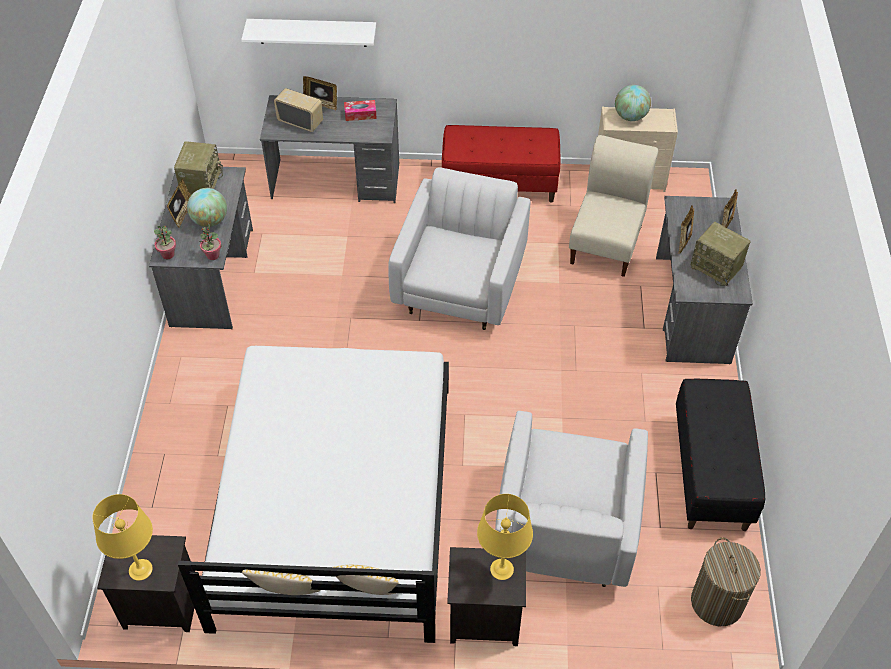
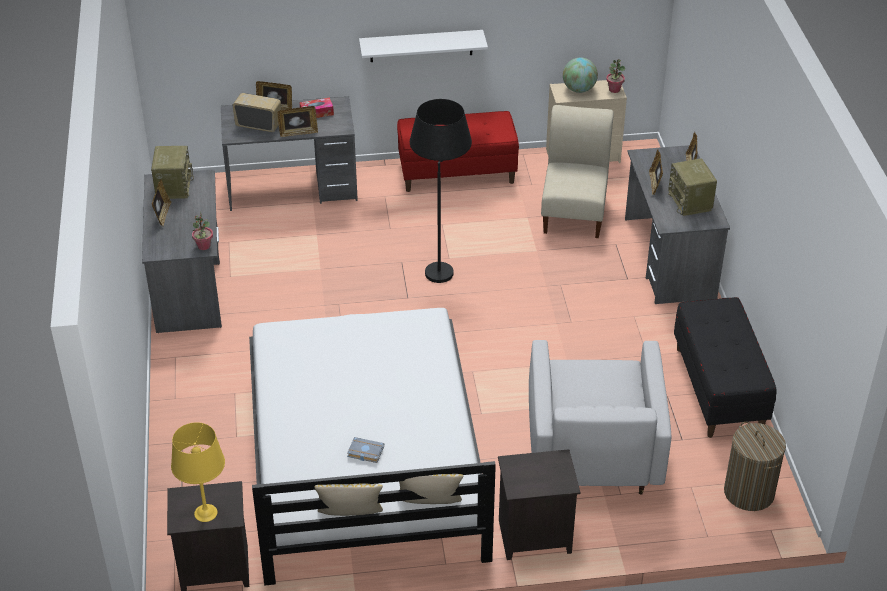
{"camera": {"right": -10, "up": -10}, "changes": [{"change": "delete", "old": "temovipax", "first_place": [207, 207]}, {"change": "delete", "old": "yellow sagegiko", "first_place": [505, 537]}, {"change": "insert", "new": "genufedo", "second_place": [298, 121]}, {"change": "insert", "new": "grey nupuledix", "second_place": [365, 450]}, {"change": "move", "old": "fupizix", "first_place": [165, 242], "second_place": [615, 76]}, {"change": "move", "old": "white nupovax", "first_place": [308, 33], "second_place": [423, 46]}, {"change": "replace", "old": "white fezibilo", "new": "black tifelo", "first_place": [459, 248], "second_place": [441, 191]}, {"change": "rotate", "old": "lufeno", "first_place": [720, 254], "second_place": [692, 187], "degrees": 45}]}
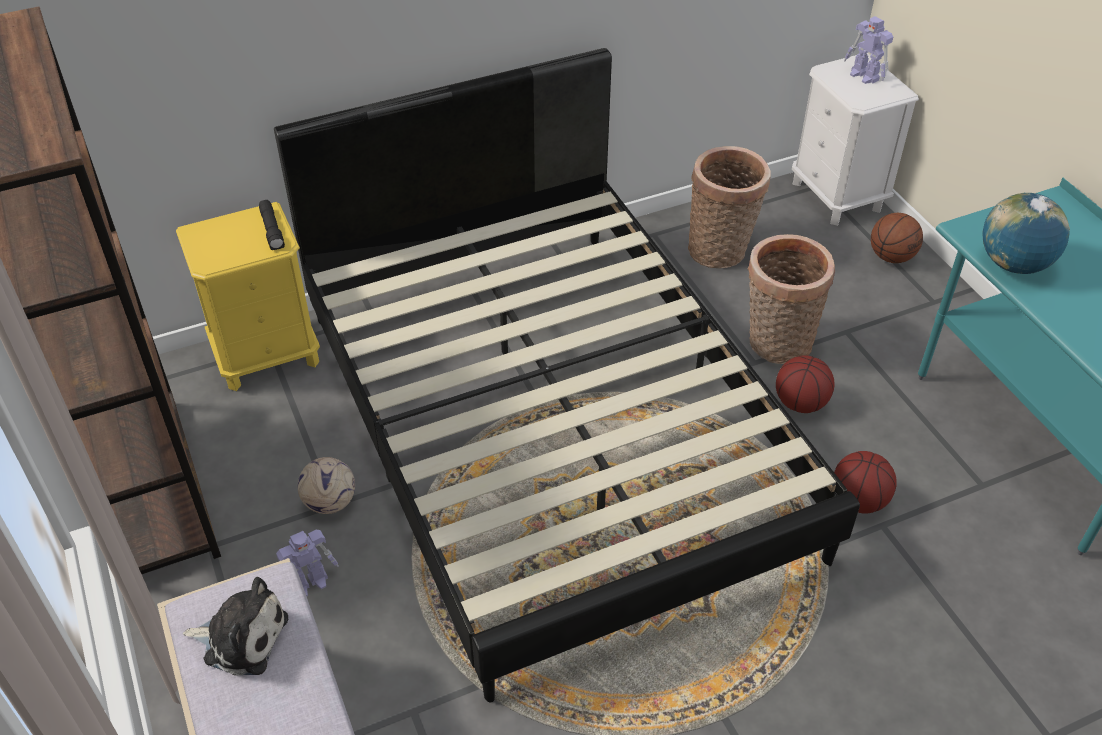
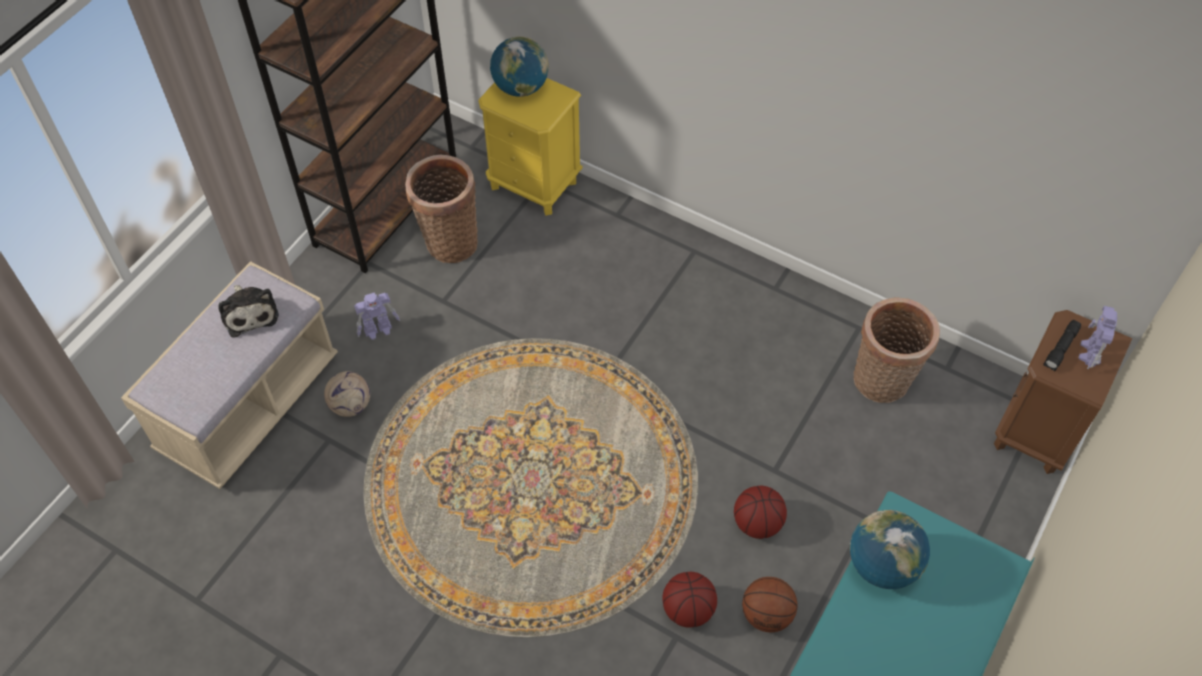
{"camera": {"right": 55, "up": 10}, "changes": [{"change": "delete", "old": "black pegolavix", "first_place": [567, 375]}, {"change": "insert", "new": "temovipax", "second_place": [519, 66]}, {"change": "move", "old": "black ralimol", "first_place": [272, 225], "second_place": [1062, 345]}, {"change": "move", "old": "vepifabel", "first_place": [326, 485], "second_place": [347, 394]}, {"change": "move", "old": "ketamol", "first_place": [791, 299], "second_place": [441, 209]}, {"change": "move", "old": "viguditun", "first_place": [897, 238], "second_place": [770, 604]}, {"change": "recolor", "old": "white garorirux", "new": "brown garorirux", "first_place": [855, 139], "second_place": [1063, 392]}, {"change": "rotate", "old": "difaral", "first_place": [307, 563], "second_place": [377, 316], "degrees": -45}]}
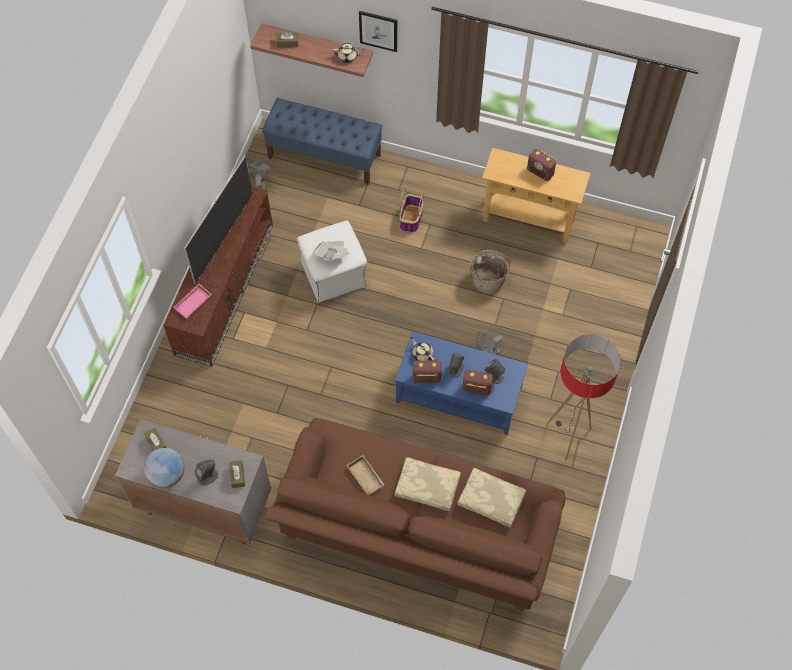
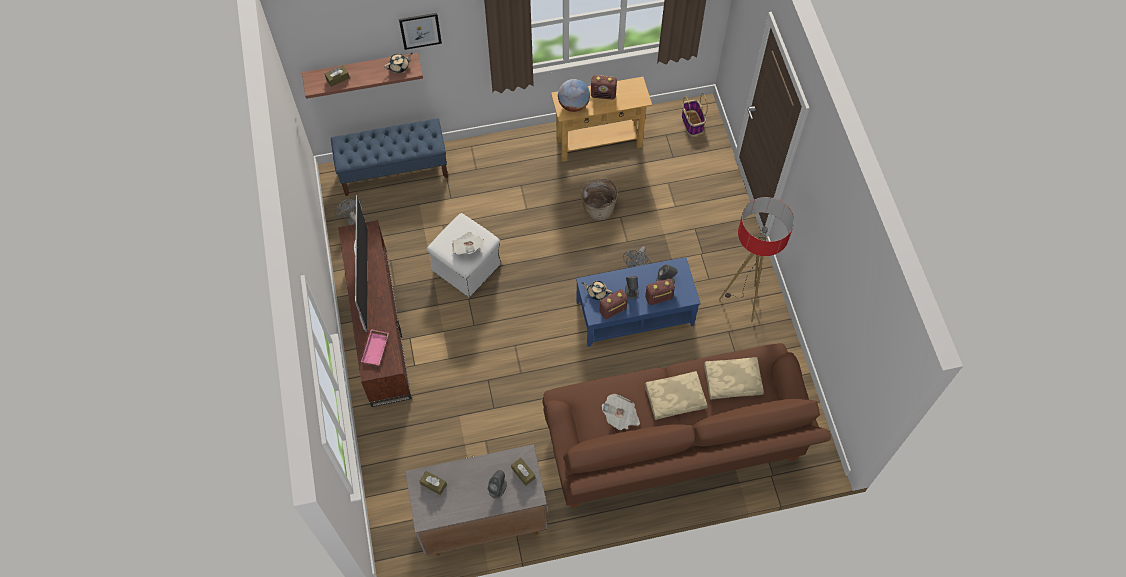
{"camera": {"right": -30, "up": 0}, "changes": [{"change": "move", "old": "temovipax", "first_place": [164, 468], "second_place": [574, 95]}, {"change": "move", "old": "ketamol", "first_place": [411, 210], "second_place": [695, 114]}, {"change": "replace", "old": "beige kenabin", "new": "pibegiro", "first_place": [365, 475], "second_place": [621, 412]}]}
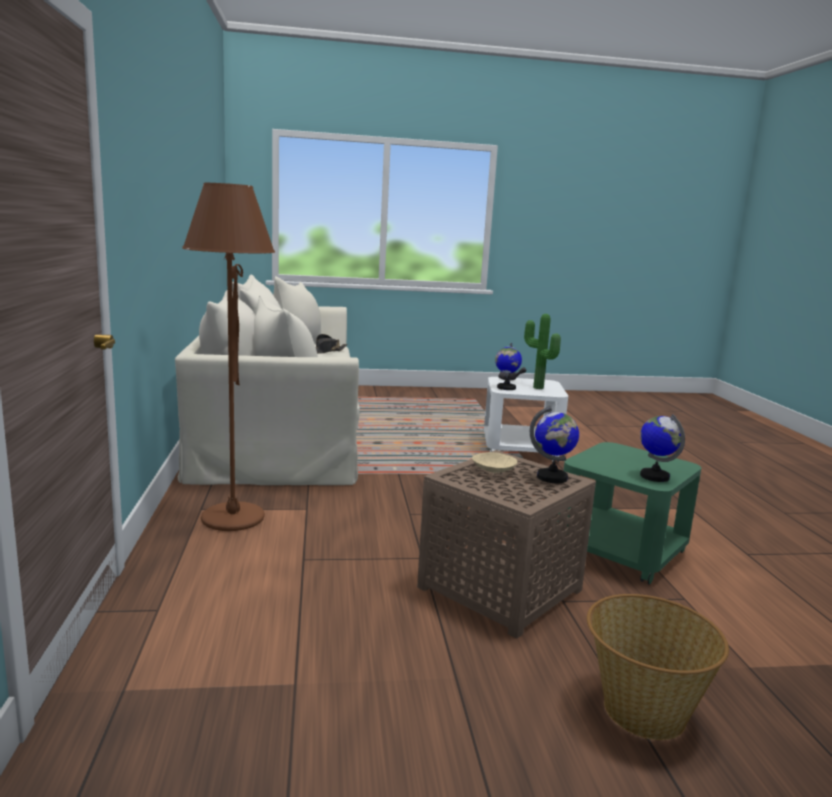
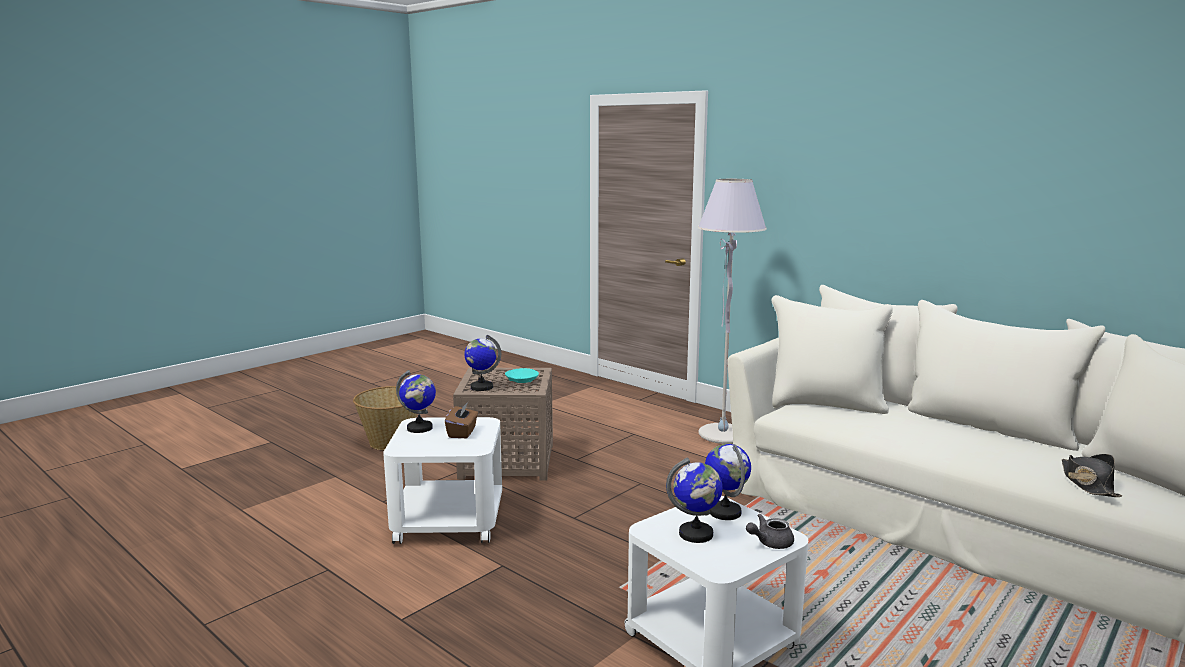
{"camera": {"right": 140, "up": 0}, "changes": [{"change": "insert", "new": "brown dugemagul", "second_place": [461, 420]}, {"change": "replace", "old": "fupizix", "new": "temovipax", "first_place": [542, 351], "second_place": [694, 500]}, {"change": "recolor", "old": "brown tifelo", "new": "grey tifelo", "first_place": [228, 357], "second_place": [732, 311]}, {"change": "recolor", "old": "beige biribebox", "new": "turquoise biribebox", "first_place": [494, 463], "second_place": [522, 375]}, {"change": "recolor", "old": "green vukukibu", "new": "white vukukibu", "first_place": [629, 513], "second_place": [442, 480]}]}
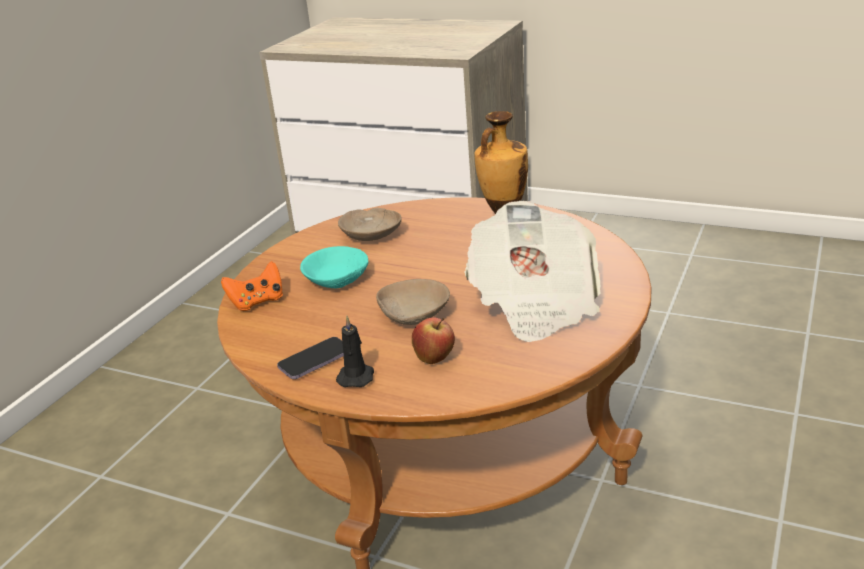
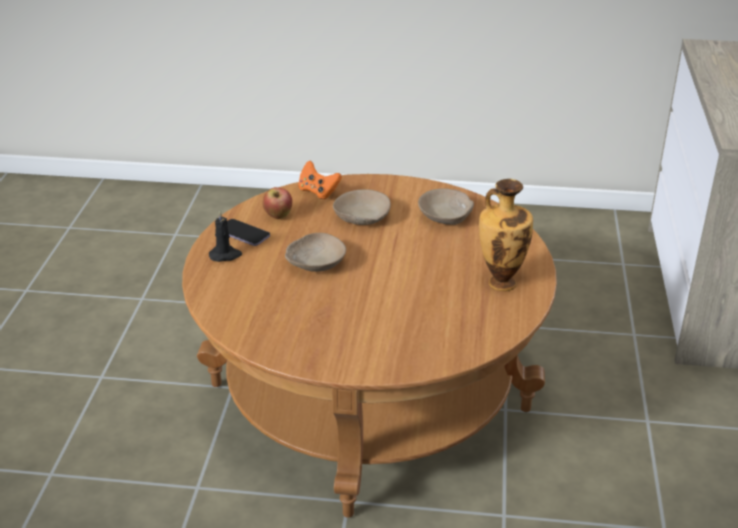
{"camera": {"right": 70, "up": 5}, "changes": [{"change": "delete", "old": "pibegiro", "first_place": [533, 271]}, {"change": "move", "old": "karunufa", "first_place": [433, 340], "second_place": [277, 203]}, {"change": "recolor", "old": "turquoise biribebox", "new": "beige biribebox", "first_place": [334, 267], "second_place": [362, 207]}]}
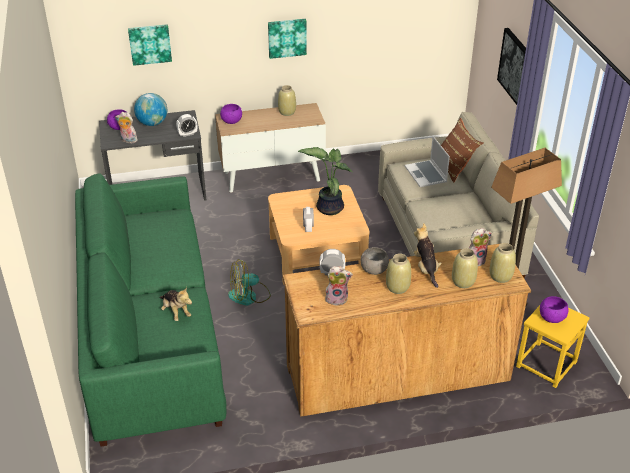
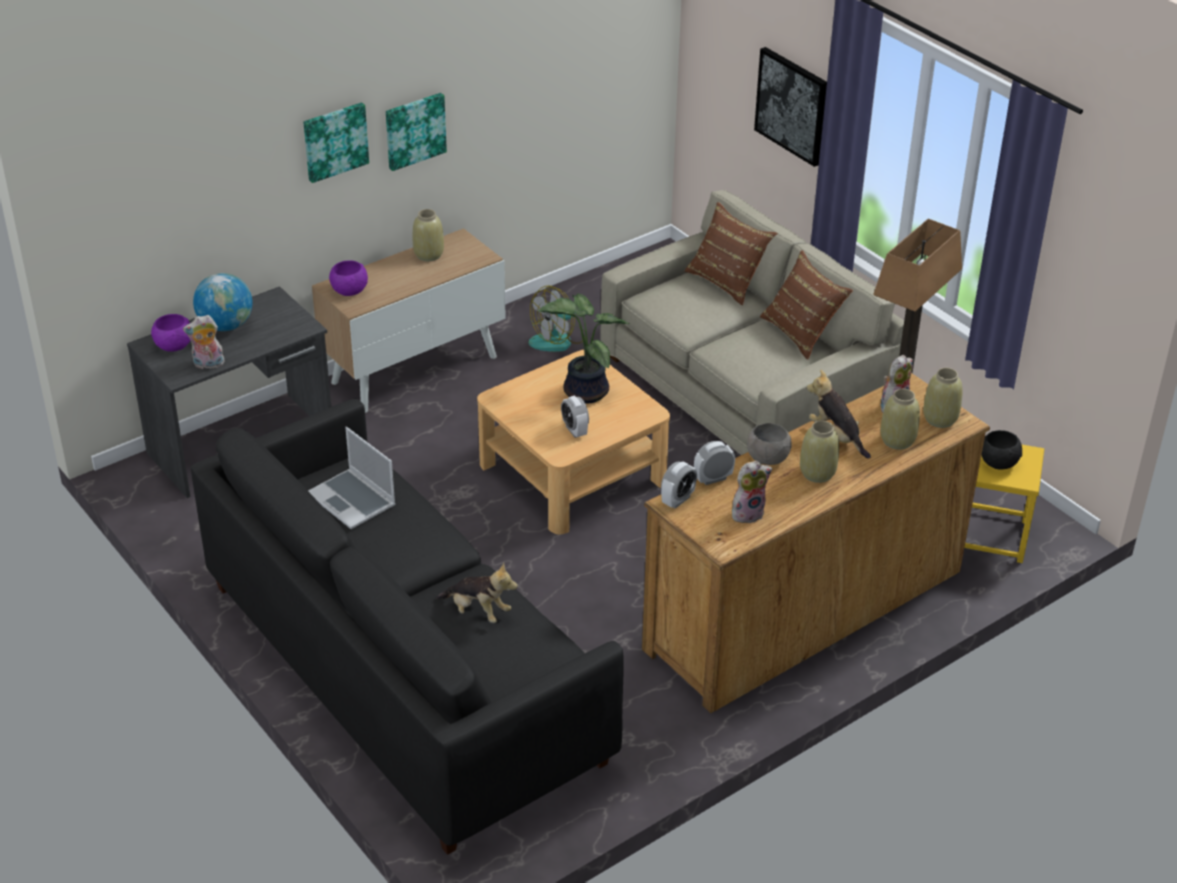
{"camera": {"right": -25, "up": 0}, "changes": [{"change": "insert", "new": "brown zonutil", "second_place": [806, 305]}, {"change": "move", "old": "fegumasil", "first_place": [150, 45], "second_place": [336, 143]}, {"change": "move", "old": "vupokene", "first_place": [186, 125], "second_place": [679, 485]}, {"change": "move", "old": "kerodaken", "first_place": [249, 282], "second_place": [557, 319]}, {"change": "move", "old": "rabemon", "first_place": [427, 161], "second_place": [352, 478]}, {"change": "recolor", "old": "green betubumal", "new": "black betubumal", "first_place": [150, 310], "second_place": [407, 627]}, {"change": "recolor", "old": "purple biribebox", "new": "black biribebox", "first_place": [554, 309], "second_place": [1002, 449]}]}
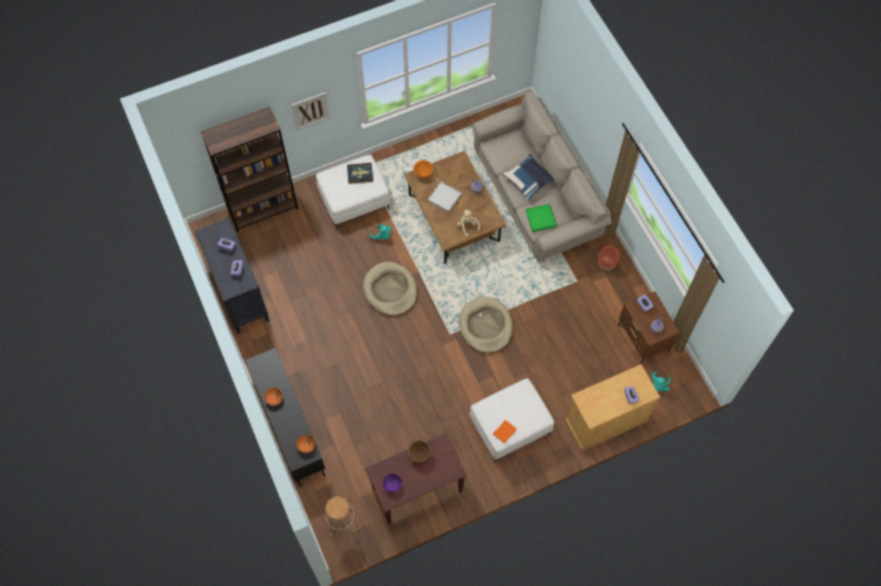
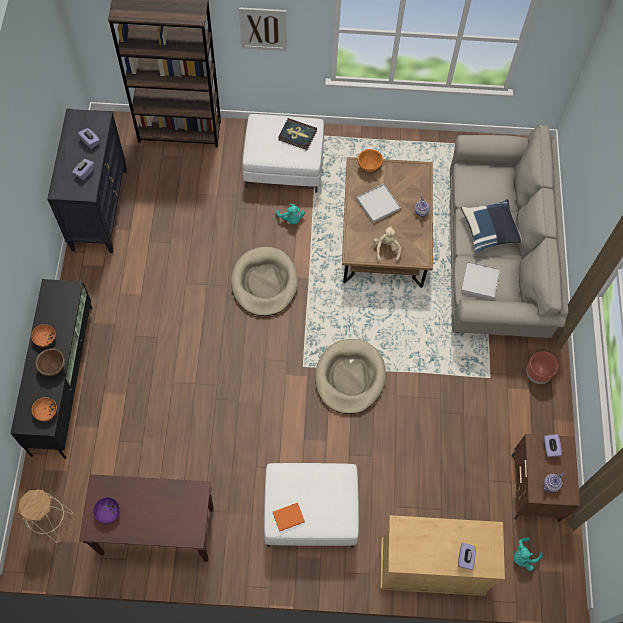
{"camera": {"right": 25, "up": 0}, "changes": [{"change": "move", "old": "brown biribebox", "first_place": [419, 451], "second_place": [50, 362]}, {"change": "recolor", "old": "green kenabin", "new": "white kenabin", "first_place": [541, 218], "second_place": [480, 280]}]}
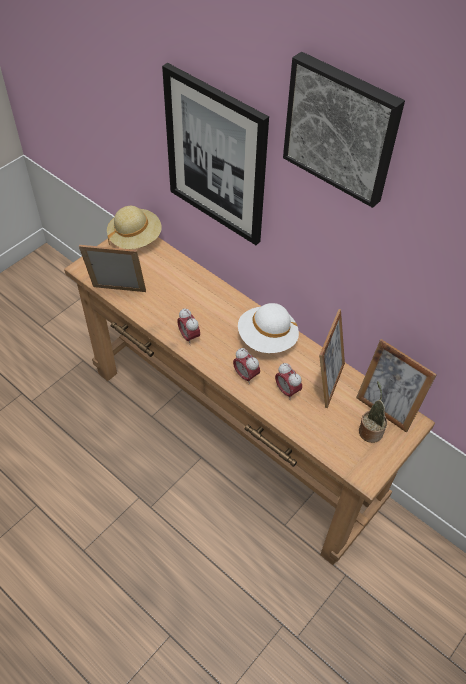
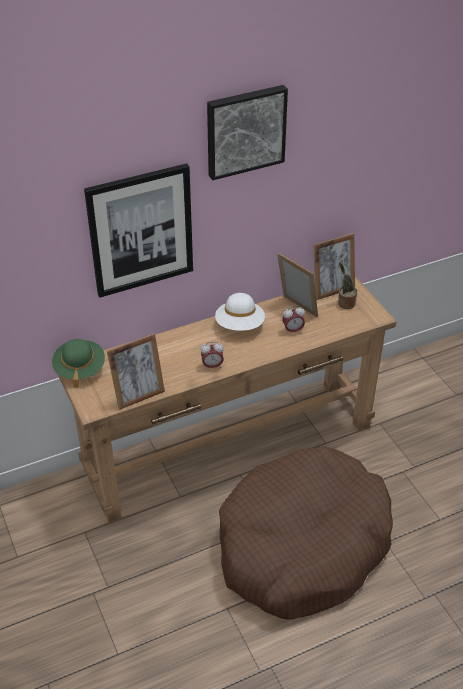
{"camera": {"right": -65, "up": -10}, "changes": [{"change": "delete", "old": "vupokene", "first_place": [246, 366]}, {"change": "insert", "new": "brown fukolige", "second_place": [306, 533]}, {"change": "recolor", "old": "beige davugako", "new": "green davugako", "first_place": [134, 227], "second_place": [78, 363]}, {"change": "rotate", "old": "genufedo", "first_place": [112, 268], "second_place": [136, 372], "degrees": -150}]}
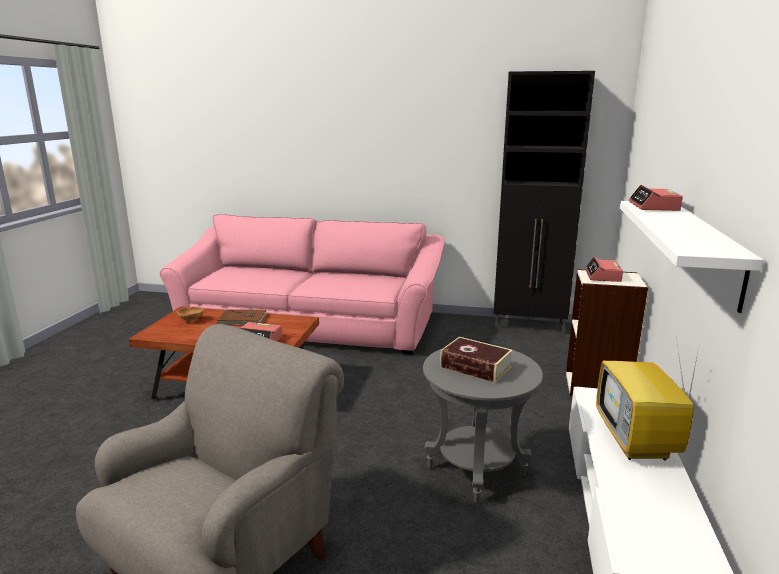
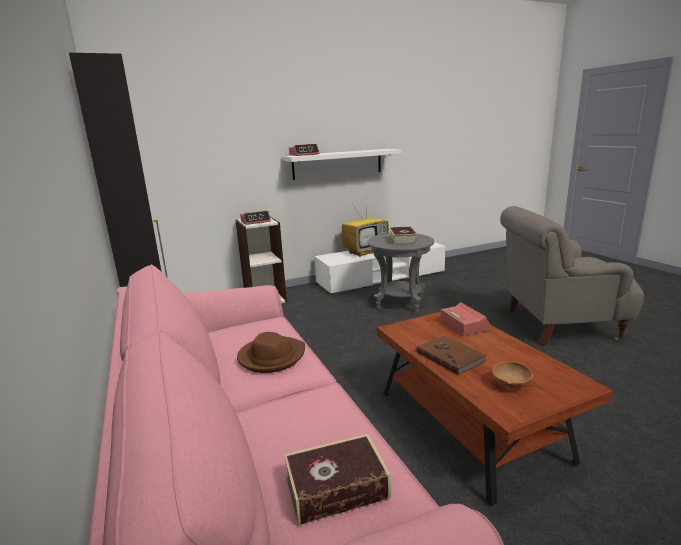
{"camera": {"right": -125, "up": 0}, "changes": [{"change": "insert", "new": "brown davugako", "second_place": [271, 352]}, {"change": "insert", "new": "nupuledix", "second_place": [337, 479]}]}
